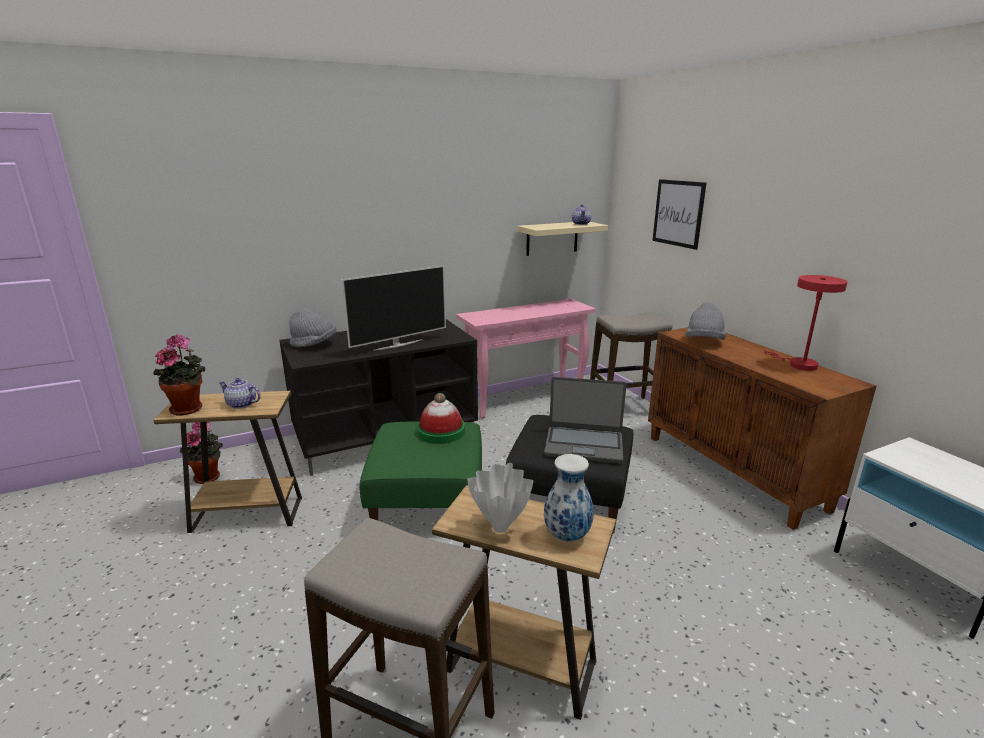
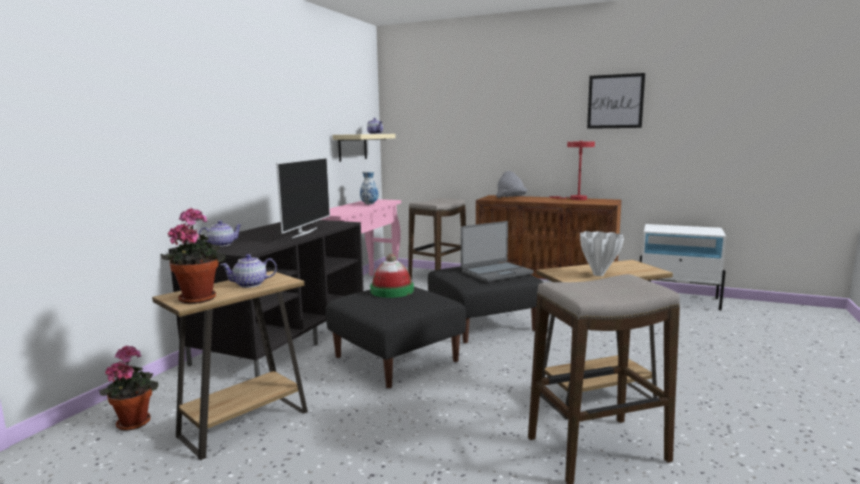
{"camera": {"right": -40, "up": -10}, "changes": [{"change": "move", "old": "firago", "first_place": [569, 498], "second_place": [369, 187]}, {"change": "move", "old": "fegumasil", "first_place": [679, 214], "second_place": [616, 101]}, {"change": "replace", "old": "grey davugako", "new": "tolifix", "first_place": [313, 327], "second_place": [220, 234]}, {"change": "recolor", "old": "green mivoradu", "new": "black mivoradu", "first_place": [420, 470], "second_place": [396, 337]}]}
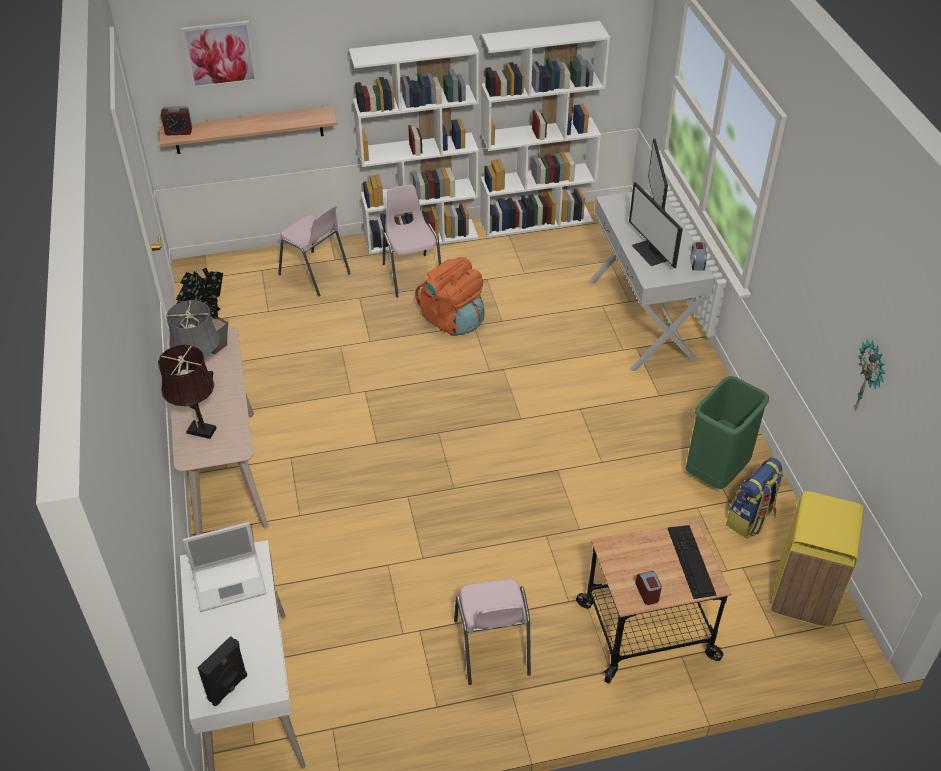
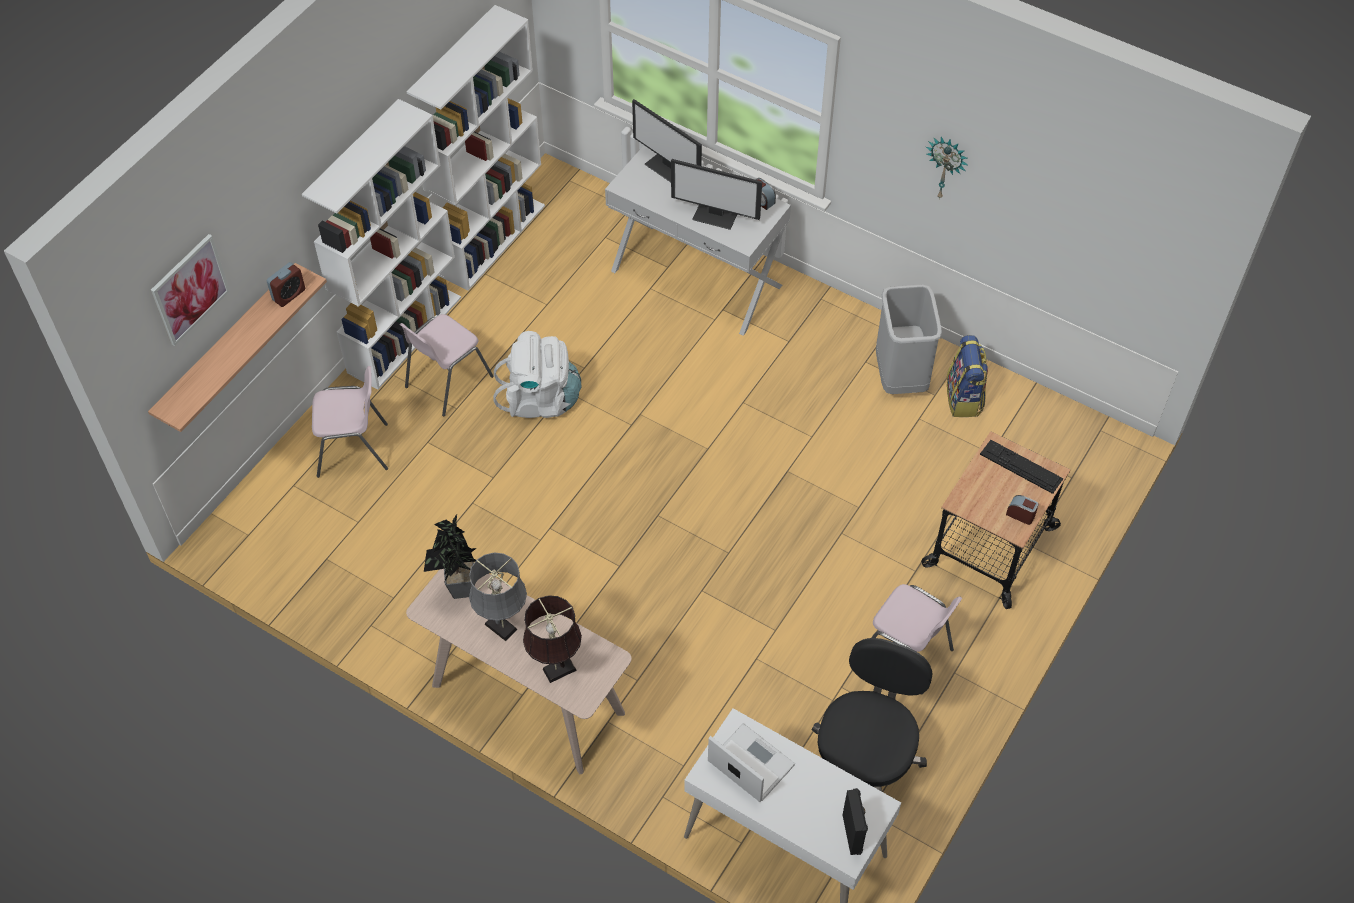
{"camera": {"right": -45, "up": 10}, "changes": [{"change": "delete", "old": "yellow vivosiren", "first_place": [817, 559]}, {"change": "insert", "new": "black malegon", "second_place": [872, 714]}, {"change": "move", "old": "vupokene", "first_place": [176, 121], "second_place": [286, 284]}, {"change": "move", "old": "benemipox", "first_place": [869, 374], "second_place": [947, 168]}, {"change": "recolor", "old": "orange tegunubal", "new": "white tegunubal", "first_place": [450, 296], "second_place": [537, 374]}, {"change": "recolor", "old": "green vivosiren", "new": "grey vivosiren", "first_place": [727, 432], "second_place": [909, 339]}, {"change": "rotate", "old": "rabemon", "first_place": [225, 567], "second_place": [751, 762], "degrees": -75}, {"change": "rotate", "old": "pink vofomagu", "first_place": [412, 241], "second_place": [447, 365], "degrees": -75}]}
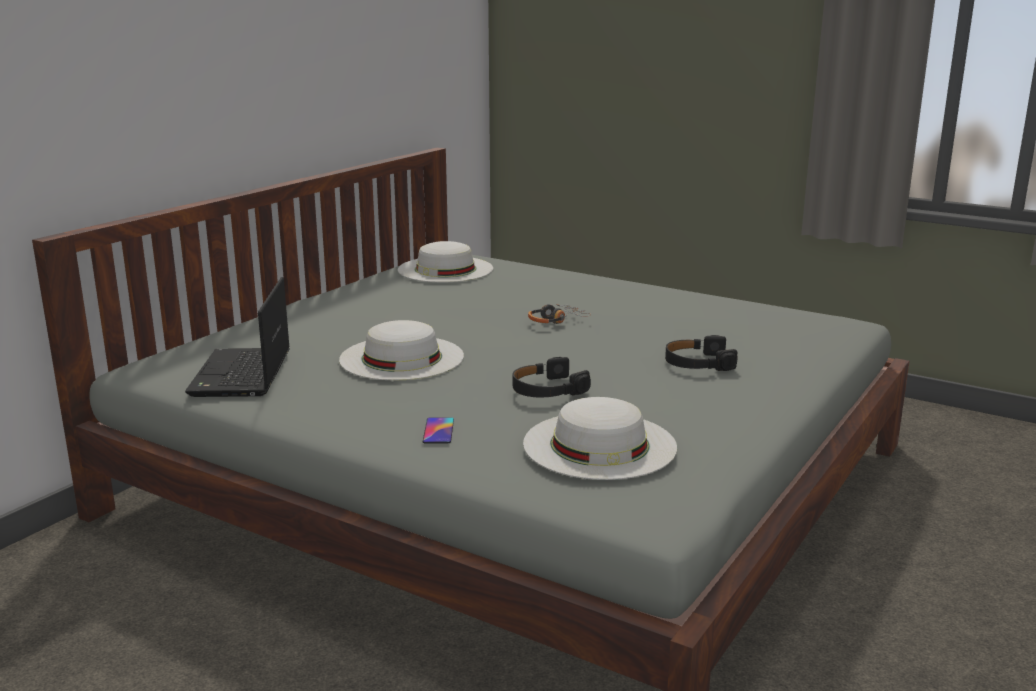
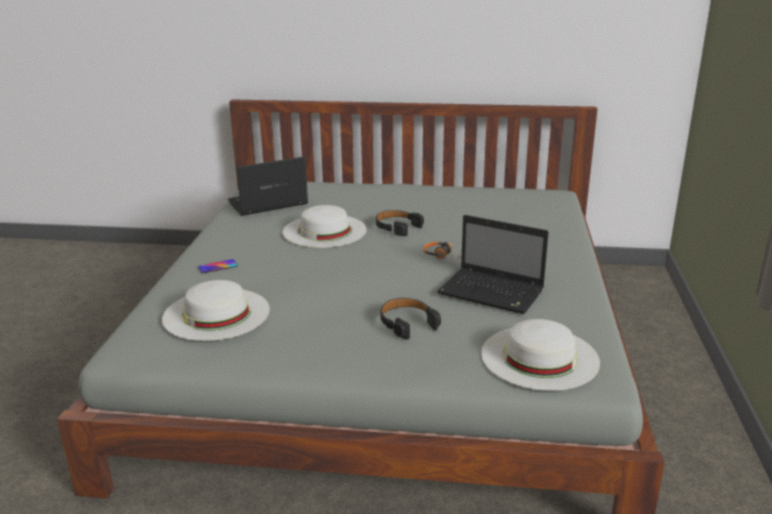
{"camera": {"right": 65, "up": 5}, "changes": [{"change": "insert", "new": "rabemon", "second_place": [493, 264]}, {"change": "move", "old": "white davugako", "first_place": [445, 261], "second_place": [540, 355]}, {"change": "move", "old": "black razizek", "first_place": [552, 377], "second_place": [400, 223]}]}
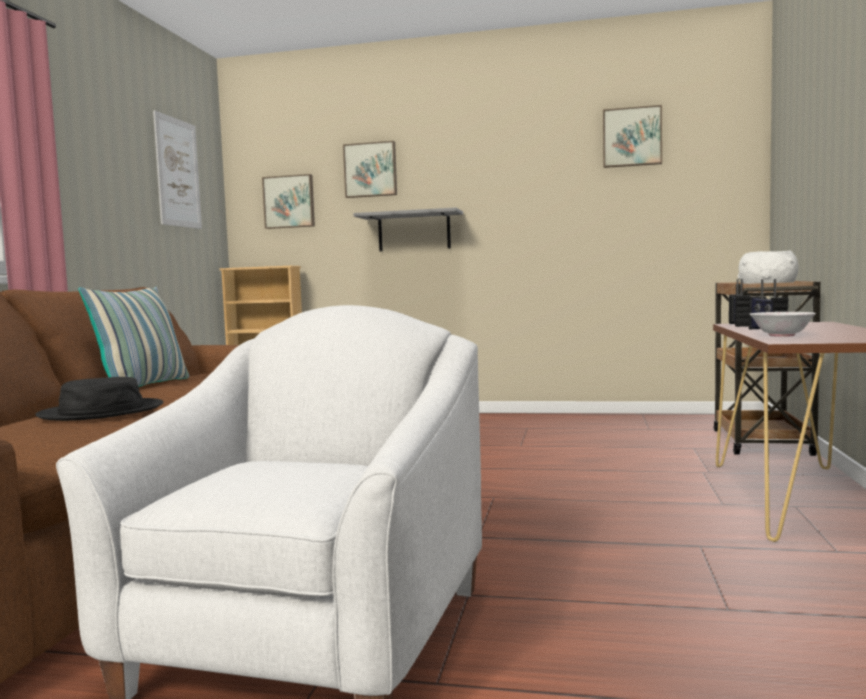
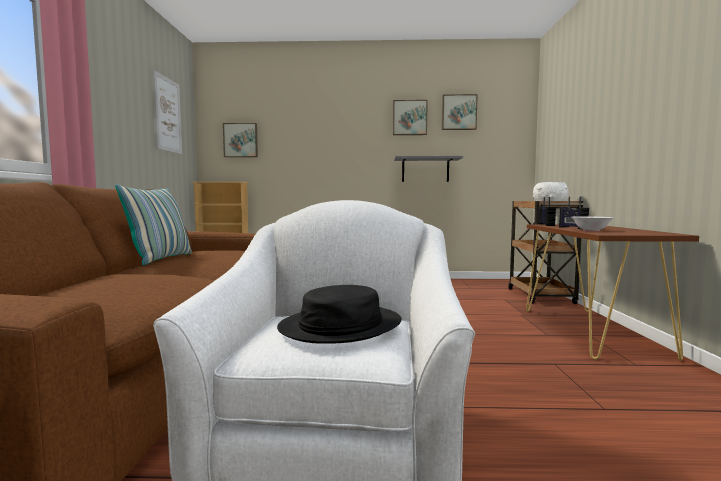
{"camera": {"right": -10, "up": 0}, "changes": [{"change": "move", "old": "black davugako", "first_place": [99, 399], "second_place": [339, 314]}, {"change": "move", "old": "fegumasil", "first_place": [370, 169], "second_place": [410, 117]}, {"change": "move", "old": "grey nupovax", "first_place": [408, 229], "second_place": [428, 169]}]}
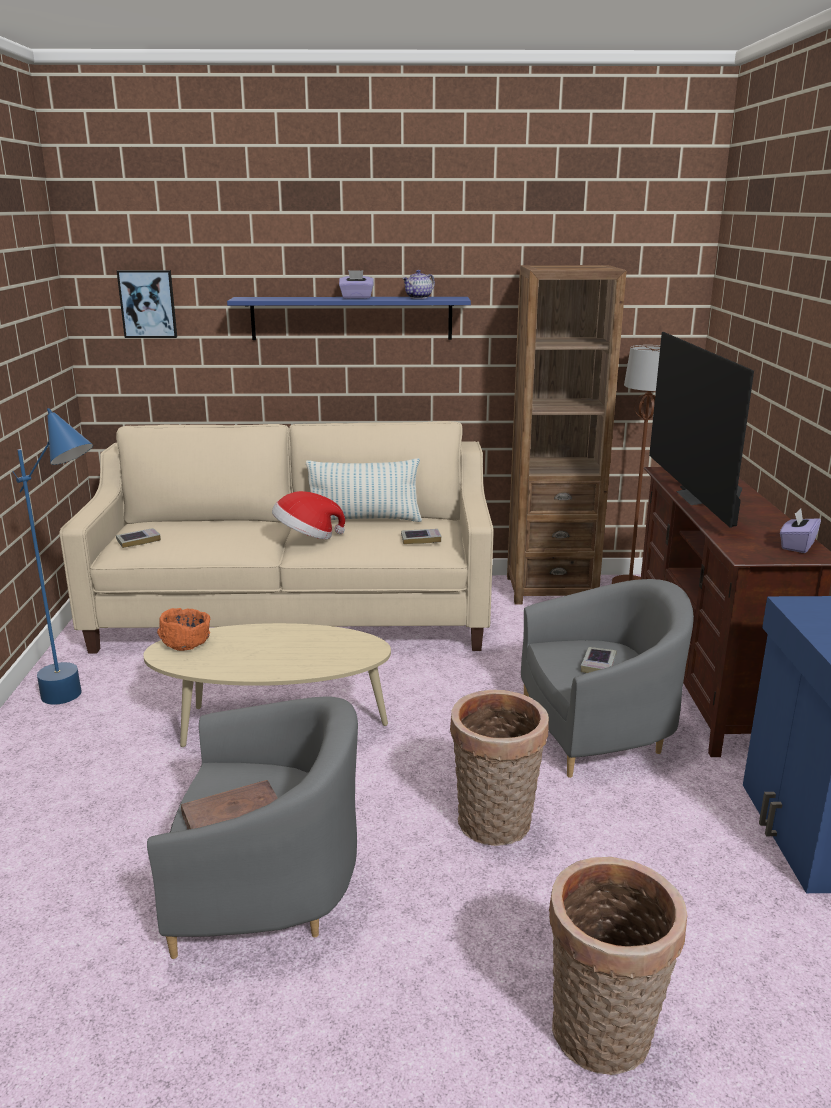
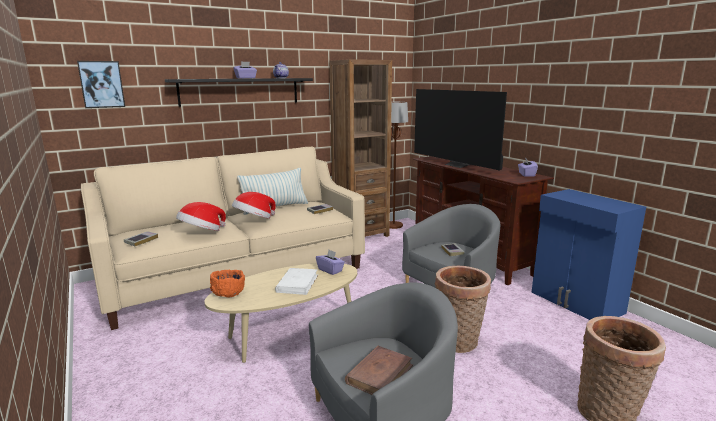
{"camera": {"right": -30, "up": -5}, "changes": [{"change": "delete", "old": "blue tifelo", "first_place": [52, 556]}, {"change": "insert", "new": "davugako", "second_place": [201, 216]}, {"change": "insert", "new": "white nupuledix", "second_place": [296, 281]}, {"change": "insert", "new": "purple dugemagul", "second_place": [330, 262]}, {"change": "recolor", "old": "blue nupovax", "new": "black nupovax", "first_place": [349, 318], "second_place": [239, 92]}]}
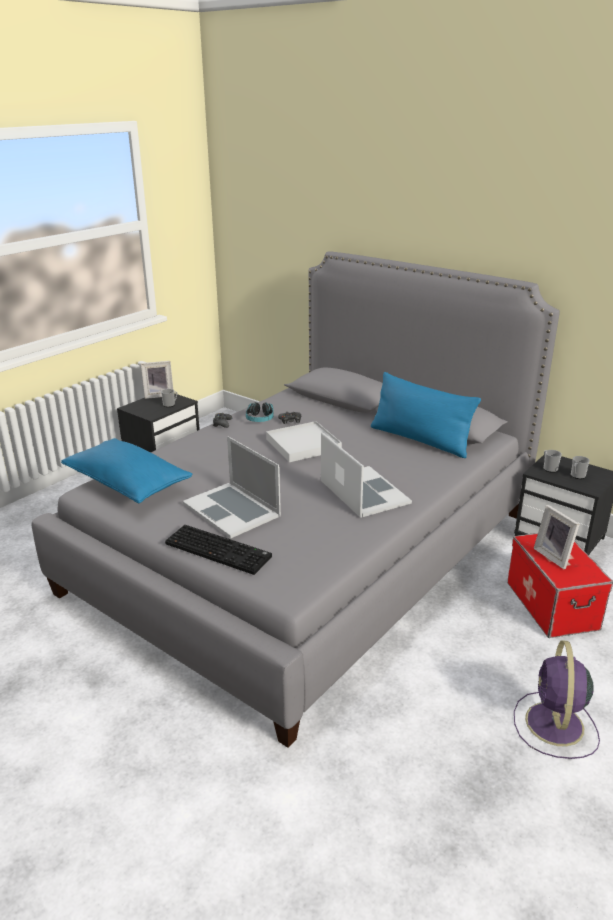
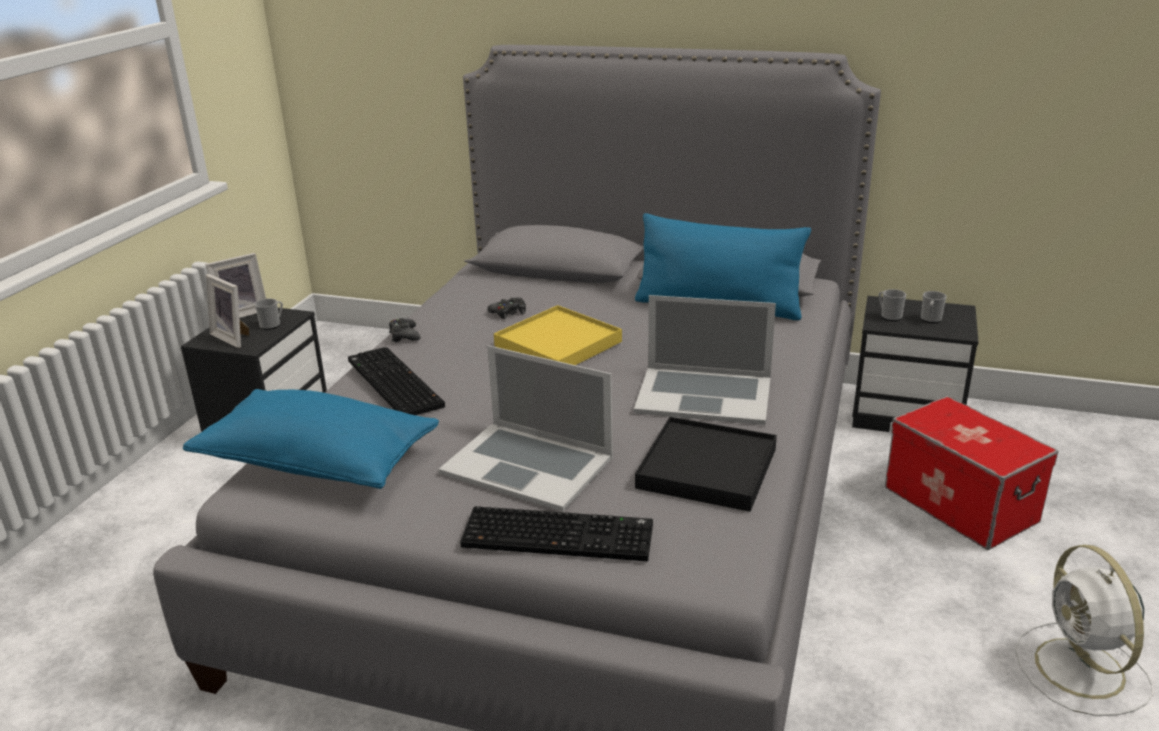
{"camera": {"right": -20, "up": 0}, "changes": [{"change": "delete", "old": "razizek", "first_place": [260, 412]}, {"change": "insert", "new": "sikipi", "second_place": [396, 381]}, {"change": "insert", "new": "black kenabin", "second_place": [706, 464]}, {"change": "move", "old": "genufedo", "first_place": [557, 537], "second_place": [227, 311]}, {"change": "recolor", "old": "white kenabin", "new": "yellow kenabin", "first_place": [304, 441], "second_place": [558, 335]}, {"change": "recolor", "old": "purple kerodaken", "new": "white kerodaken", "first_place": [557, 699], "second_place": [1084, 630]}, {"change": "rotate", "old": "rabemon", "first_place": [366, 475], "second_place": [705, 360], "degrees": 150}]}
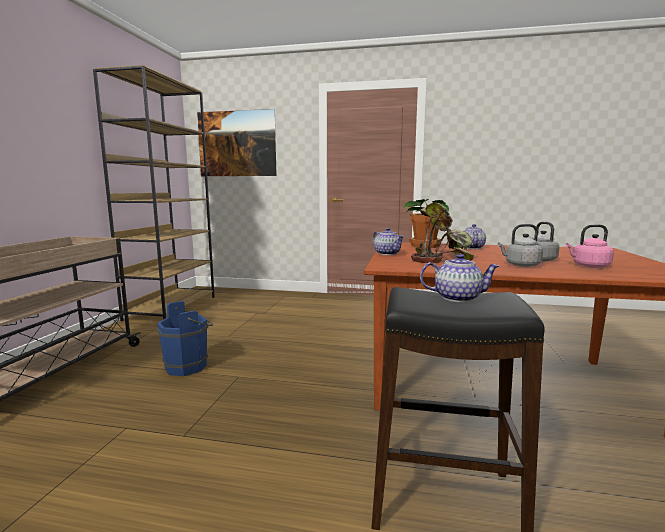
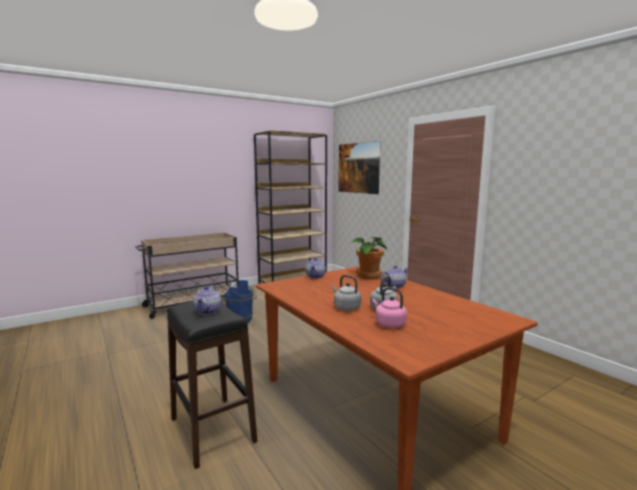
{"camera": {"right": 45, "up": 0}, "changes": [{"change": "delete", "old": "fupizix", "first_place": [442, 233]}, {"change": "rotate", "old": "tolifix", "first_place": [459, 278], "second_place": [207, 300], "degrees": 45}]}
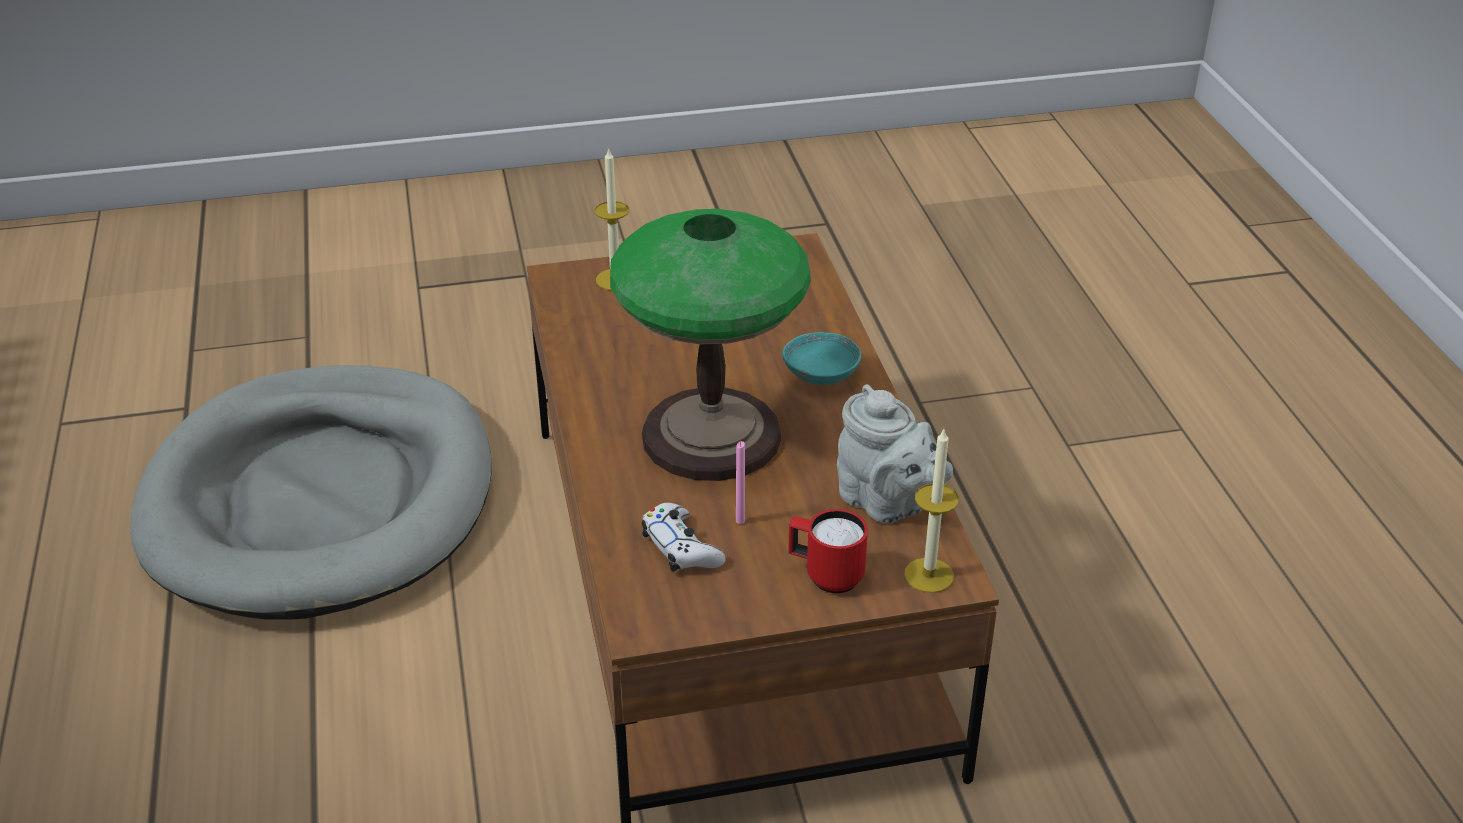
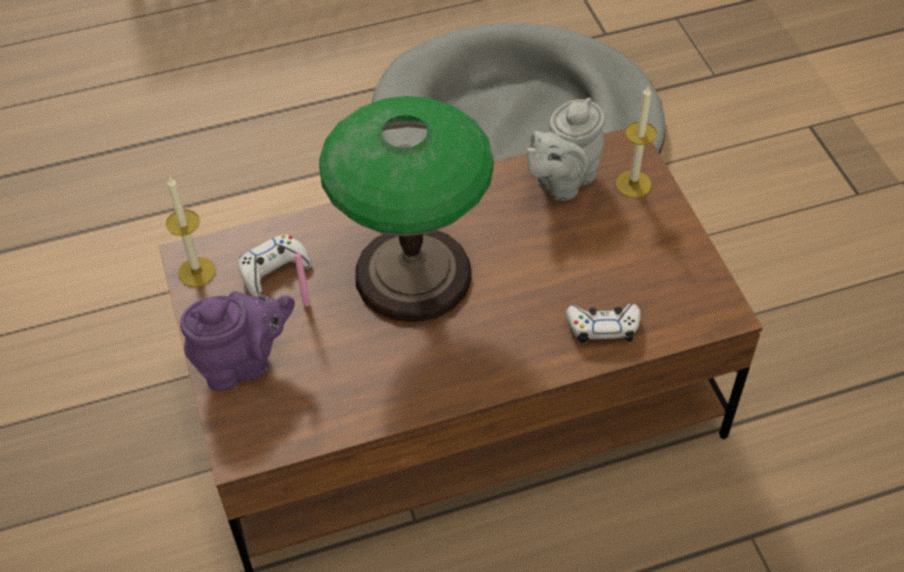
{"camera": {"right": 85, "up": 15}, "changes": [{"change": "delete", "old": "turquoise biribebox", "first_place": [821, 358]}, {"change": "insert", "new": "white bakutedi", "second_place": [603, 323]}, {"change": "move", "old": "grey tolifix", "first_place": [895, 453], "second_place": [566, 149]}, {"change": "move", "old": "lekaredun", "first_place": [931, 511], "second_place": [191, 231]}, {"change": "replace", "old": "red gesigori", "new": "purple tolifix", "first_place": [828, 551], "second_place": [237, 341]}]}
